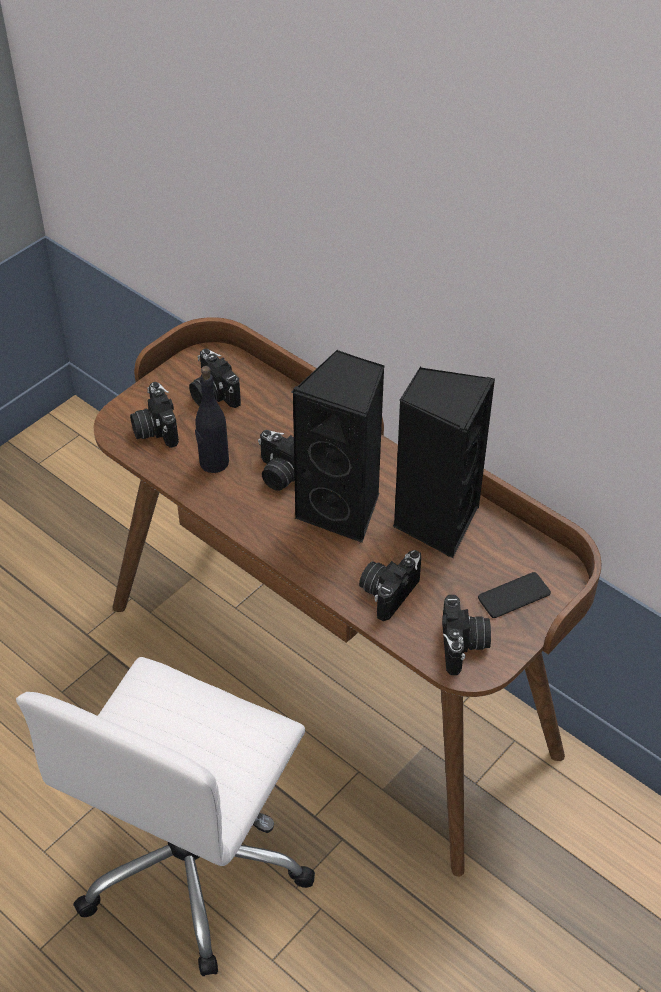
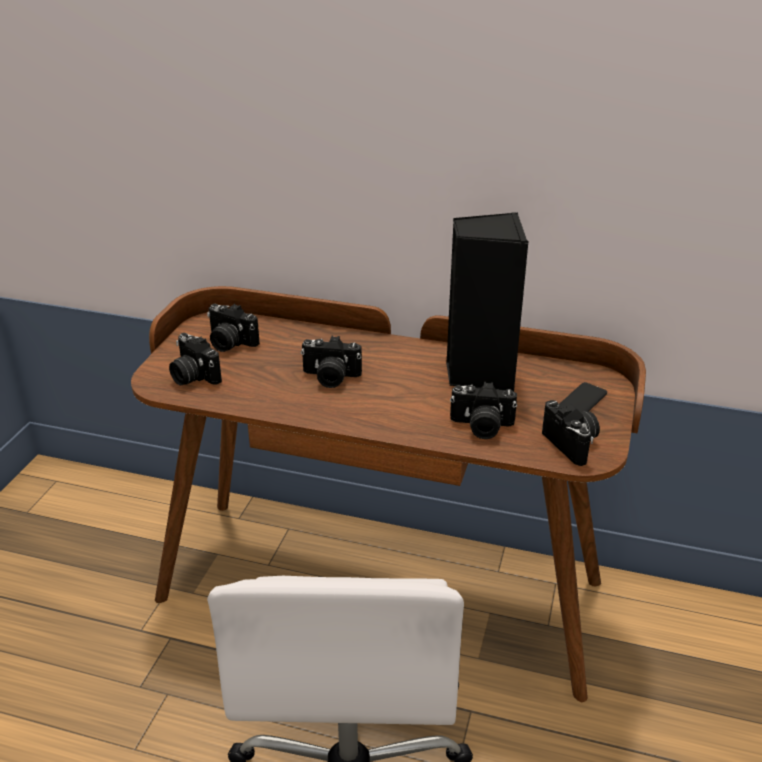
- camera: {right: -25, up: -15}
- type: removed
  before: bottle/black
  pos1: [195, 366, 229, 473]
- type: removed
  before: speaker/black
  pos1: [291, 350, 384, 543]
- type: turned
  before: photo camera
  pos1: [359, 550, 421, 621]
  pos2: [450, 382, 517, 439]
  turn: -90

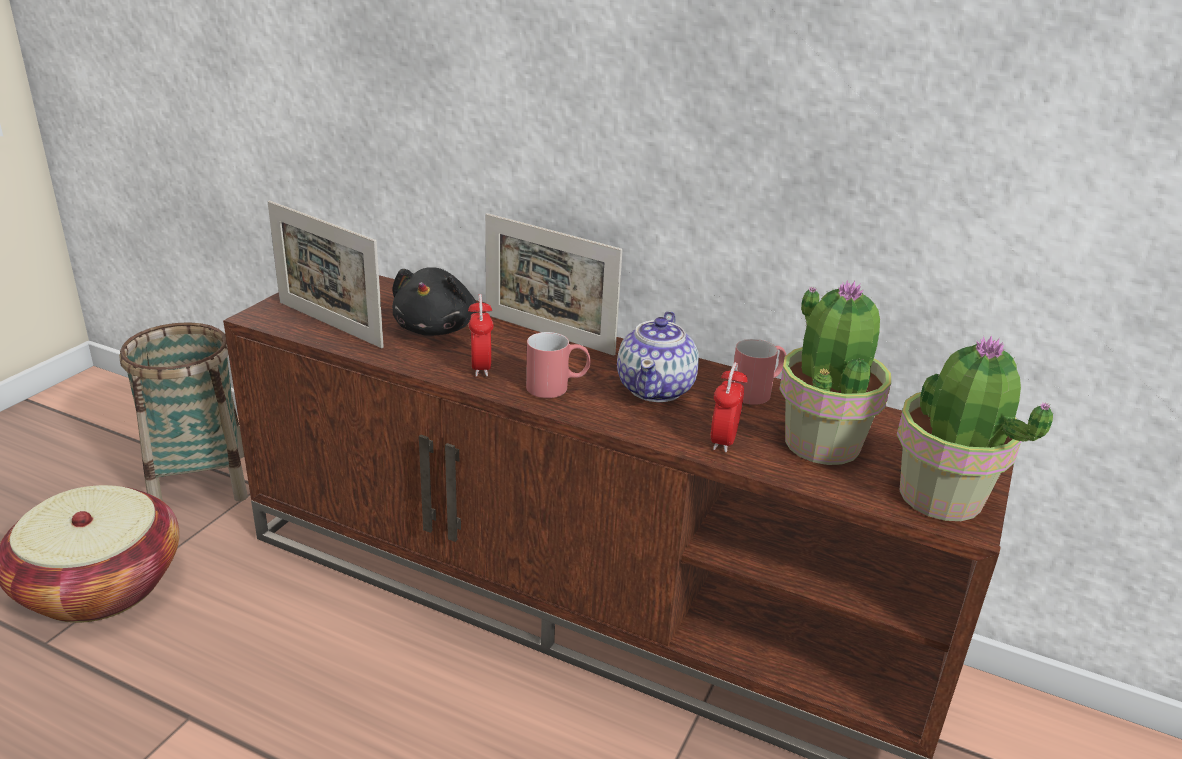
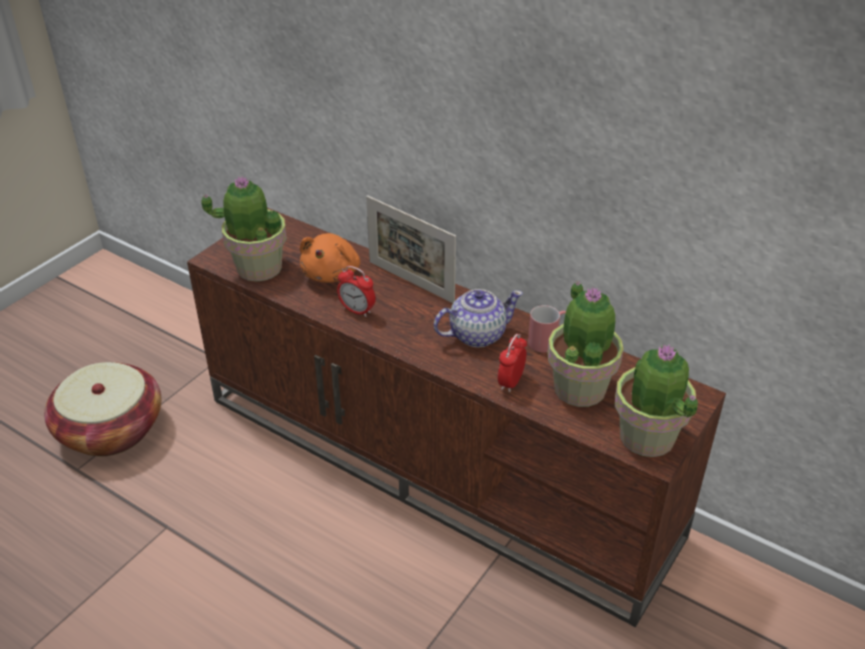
- camera: {right: 10, up: 10}
- type: removed
  before: basket
  pos1: [119, 322, 248, 501]
- type: removed
  before: mug/red
  pos1: [526, 332, 591, 398]
- type: replaced
  before: picture frame
  after: potted plant
  pos1: [268, 200, 384, 348]
  pos2: [201, 176, 287, 281]
- type: recoloured
  before: plush toy/black
  after: plush toy/orange
  pos1: [392, 267, 477, 336]
  pos2: [300, 233, 360, 283]
- type: turned
  before: alarm clock
  pos1: [468, 294, 494, 377]
  pos2: [337, 266, 376, 317]
  turn: 120
- type: turned
  before: teapot
  pos1: [617, 311, 699, 402]
  pos2: [434, 289, 523, 347]
  turn: -135

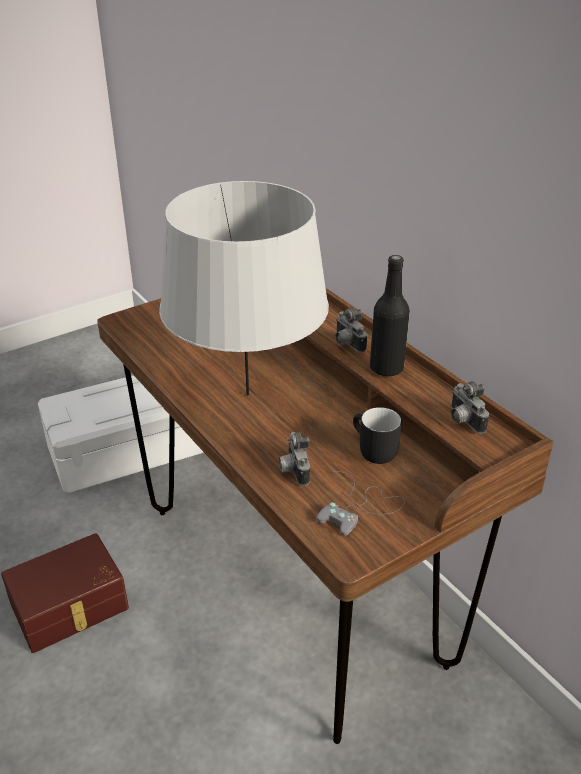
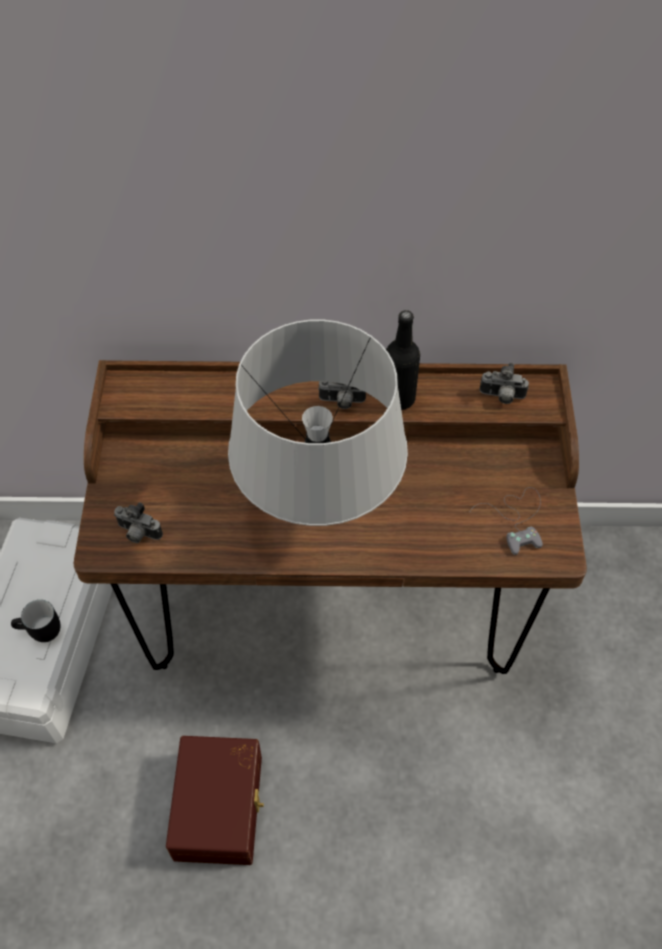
- camera: {right: -55, up: 20}
- type: moved
  before: photo camera
  pos1: [279, 432, 310, 486]
  pos2: [114, 502, 163, 543]
- type: moved
  before: mug/black
  pos1: [353, 407, 402, 464]
  pos2: [11, 600, 60, 642]

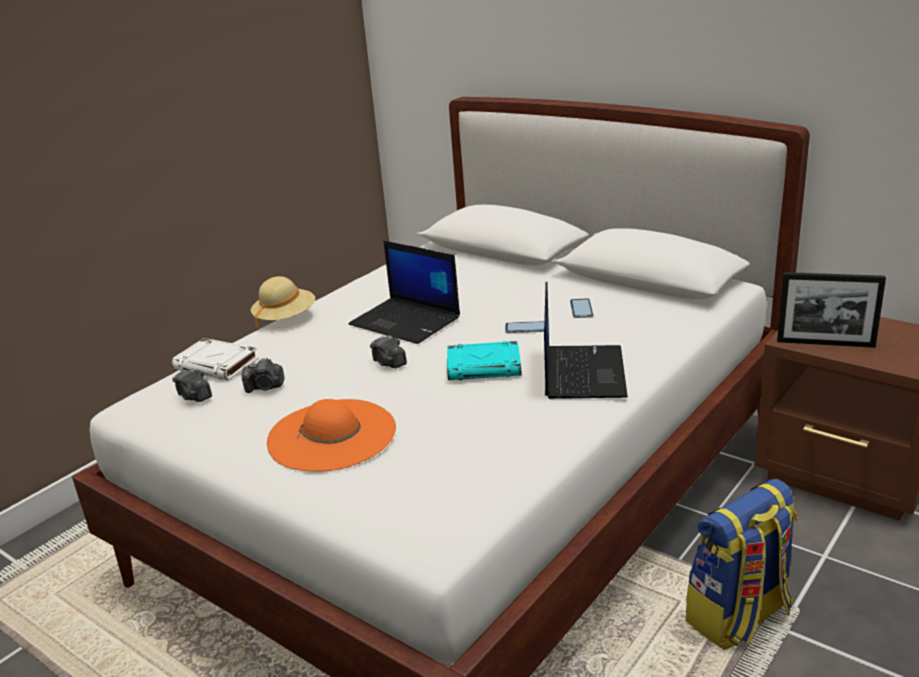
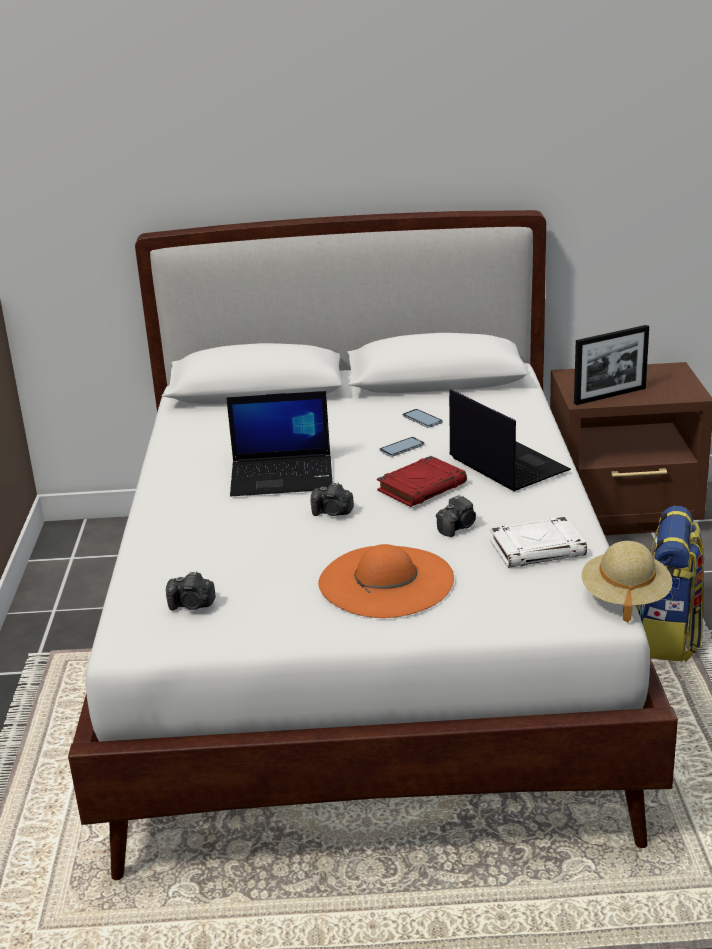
- camera: {right: -40, up: 0}
- type: moved
  before: book/white
  pos1: [171, 338, 259, 381]
  pos2: [490, 517, 587, 568]
- type: moved
  before: photo camera
  pos1: [241, 358, 285, 393]
  pos2: [436, 495, 476, 537]
- type: moved
  before: hat/beige
  pos1: [251, 276, 315, 330]
  pos2: [582, 541, 673, 623]
- type: recoloured
  before: book/turquoise
  after: book/red
  pos1: [447, 341, 522, 380]
  pos2: [377, 456, 467, 507]

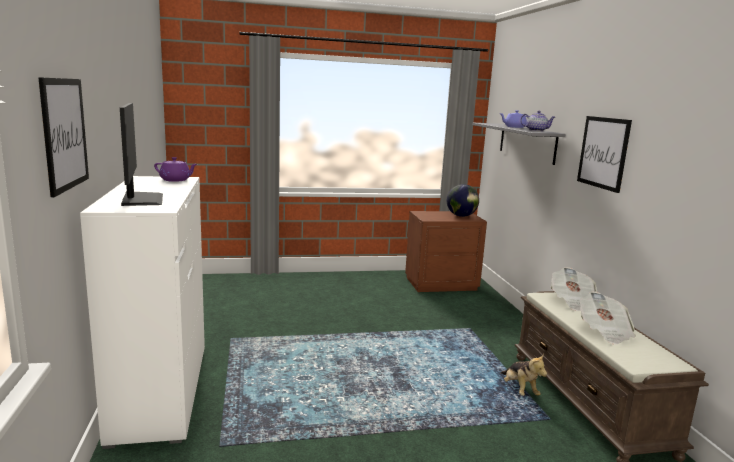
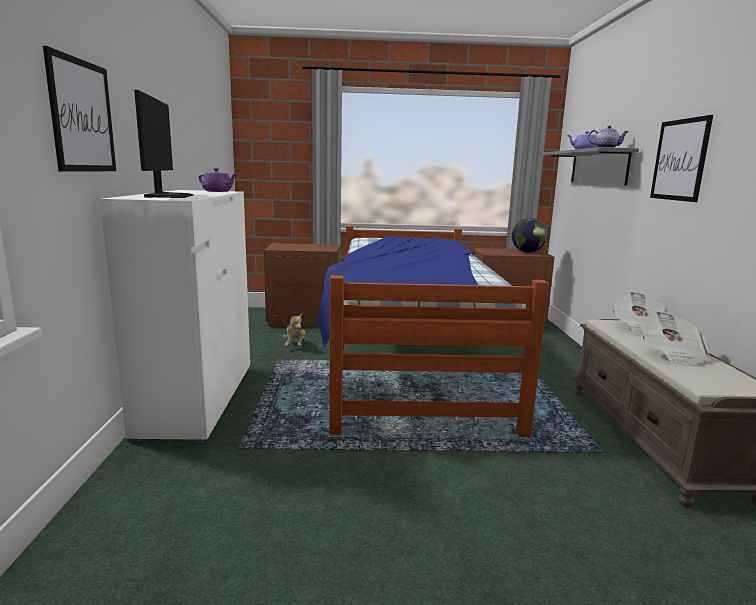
- camera: {right: 10, up: 0}
- type: added
  after: nightstand/brown
  pos2: [264, 243, 339, 327]
- type: added
  after: bed
  pos2: [317, 226, 549, 437]
- type: moved
  before: plush toy
  pos1: [501, 354, 547, 396]
  pos2: [283, 313, 305, 347]

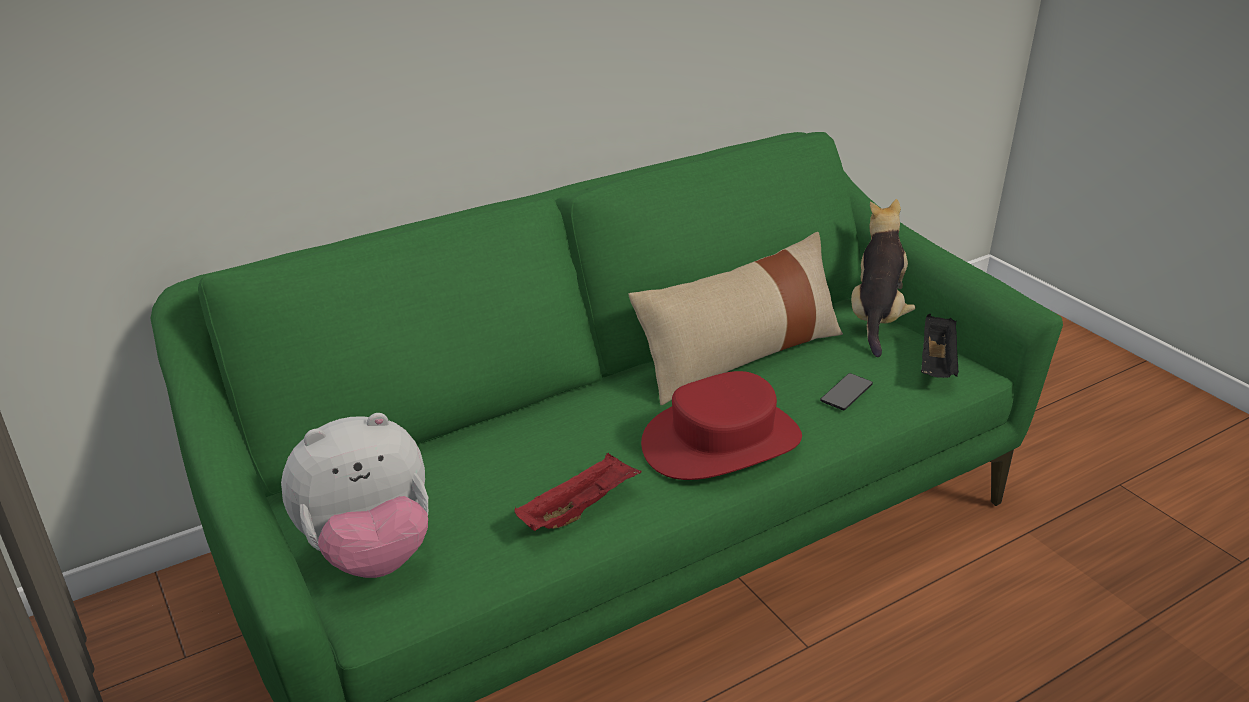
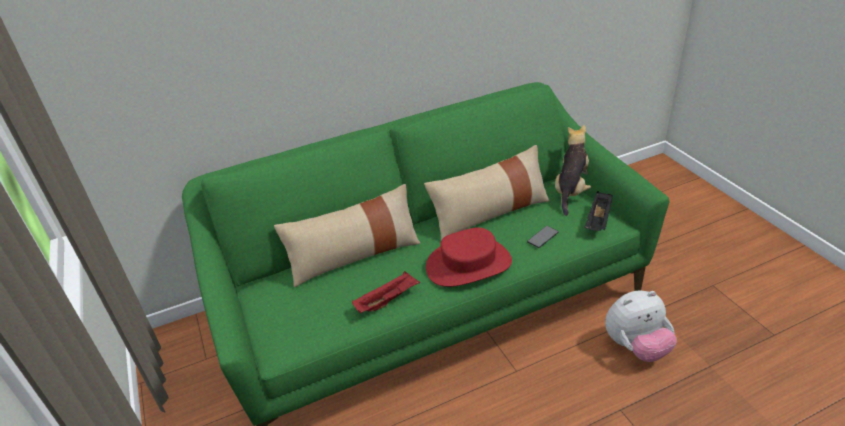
- camera: {right: 10, up: 5}
- type: added
  after: pillow/beige
  pos2: [274, 184, 421, 287]
- type: moved
  before: plush toy
  pos1: [281, 413, 428, 578]
  pos2: [605, 290, 677, 362]

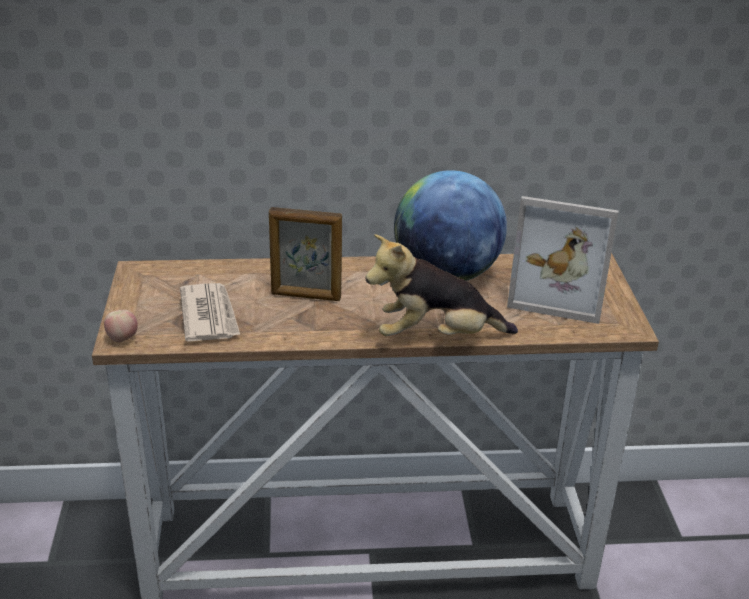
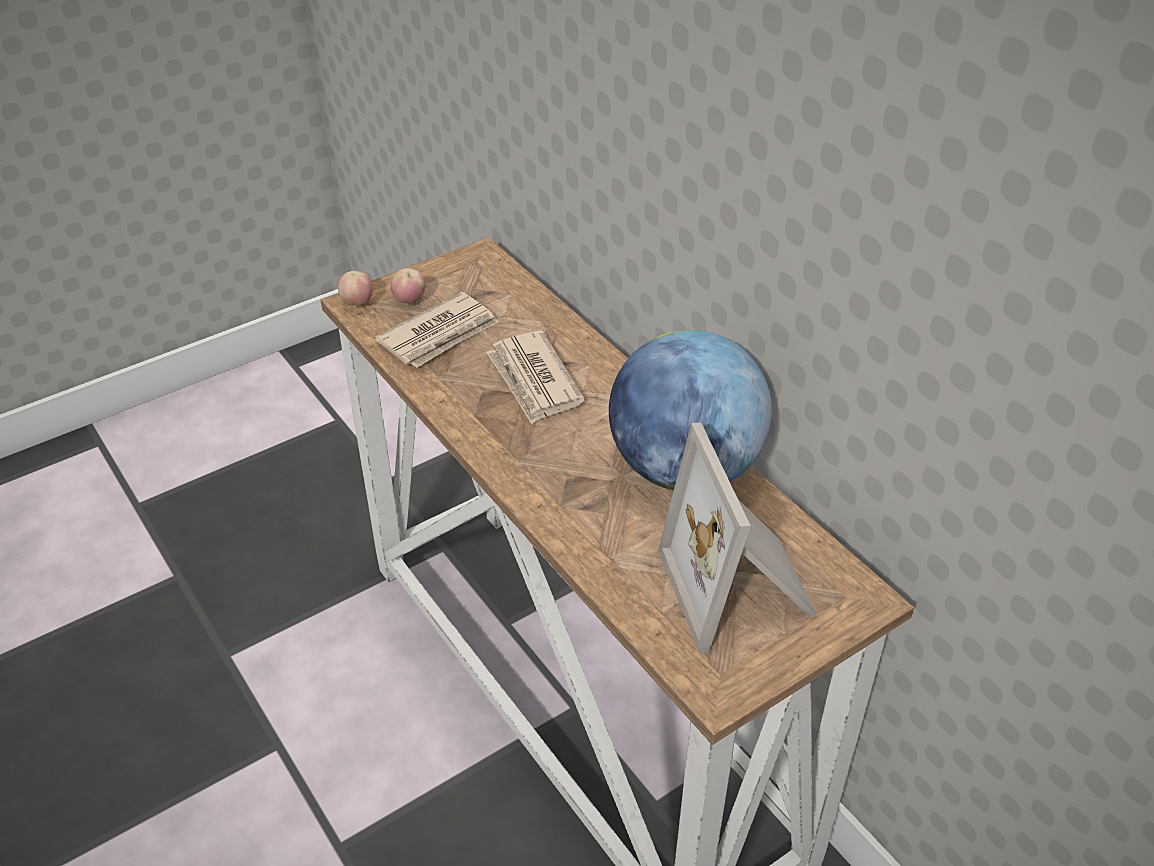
- camera: {right: 60, up: 10}
- type: removed
  before: plush toy
  pos1: [365, 234, 518, 336]
- type: added
  after: apple
  pos2: [391, 268, 426, 304]
- type: replaced
  before: picture frame
  after: newspaper
  pos1: [269, 207, 342, 301]
  pos2: [486, 331, 585, 424]

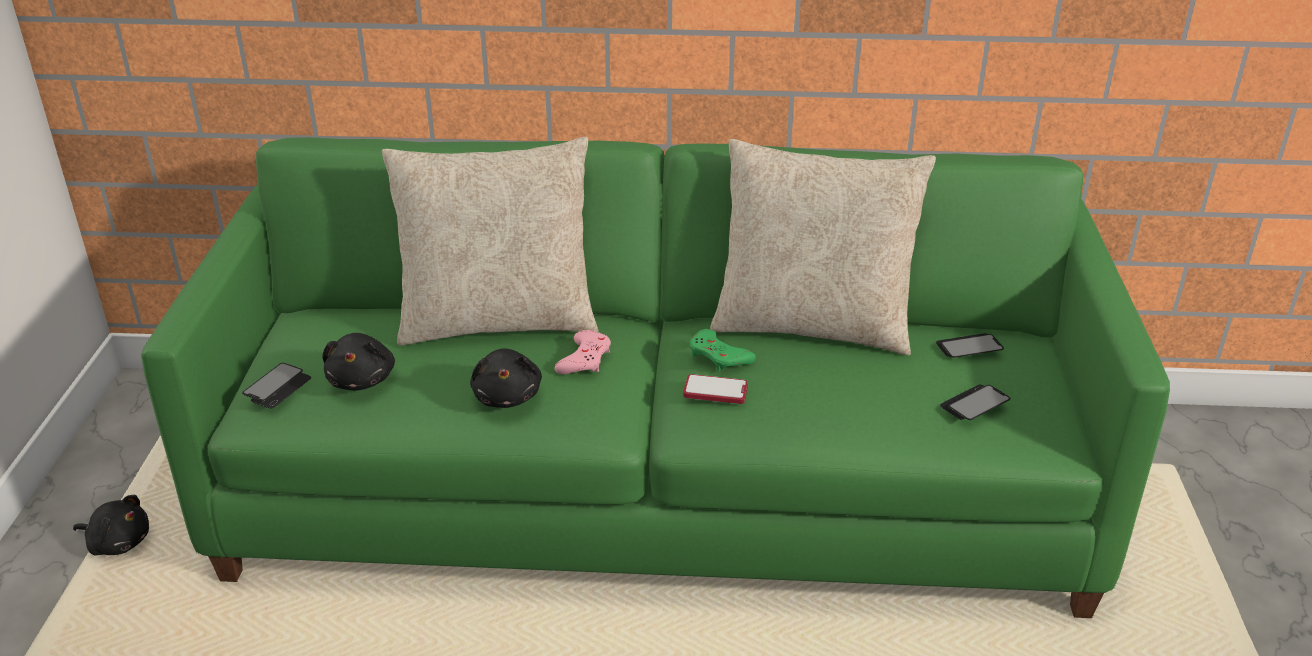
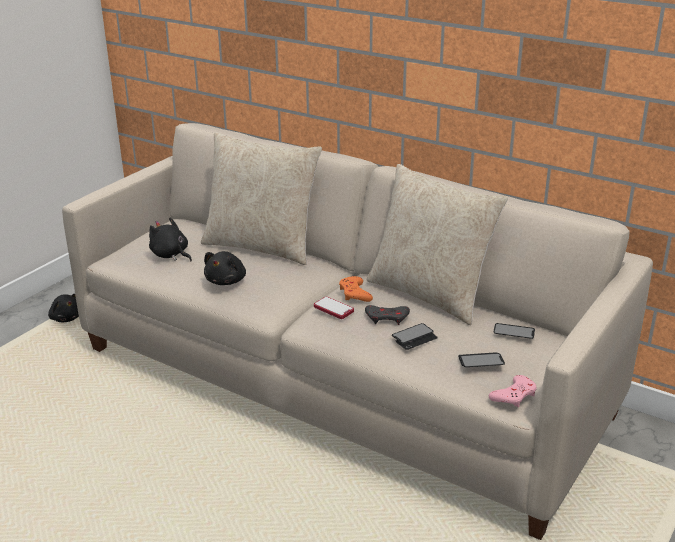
- camera: {right: 30, up: -5}
- type: added
  after: game controller/grey
  pos2: [365, 305, 410, 325]
- type: moved
  before: phone
  pos1: [242, 363, 311, 408]
  pos2: [392, 323, 437, 350]
- type: moved
  before: game controller/pink
  pos1: [555, 330, 611, 374]
  pos2: [489, 375, 537, 407]
- type: recoloured
  before: sofa/green
  after: sofa/beige
  pos1: [141, 137, 1170, 618]
  pos2: [62, 123, 653, 540]
- type: recoloured
  before: game controller/green
  after: game controller/orange
  pos1: [690, 329, 756, 372]
  pos2: [339, 276, 373, 302]
- type: turned
  before: plush toy/black
  pos1: [322, 333, 395, 390]
  pos2: [149, 218, 192, 262]
  turn: 105

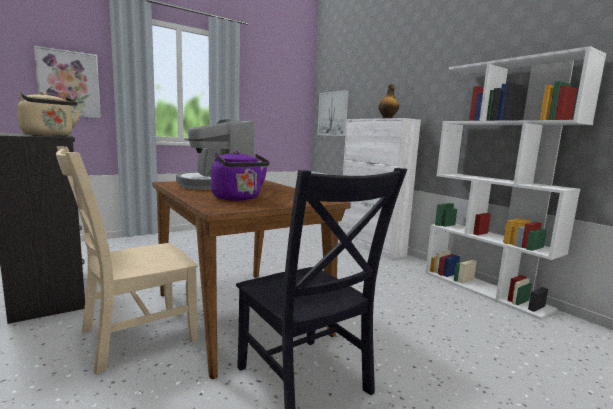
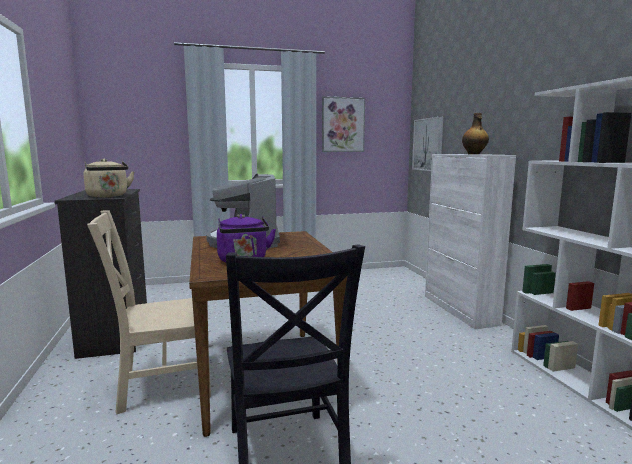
- camera: {right: 20, up: 0}
- type: moved
  before: picture
  pos1: [34, 46, 101, 118]
  pos2: [322, 96, 365, 152]

